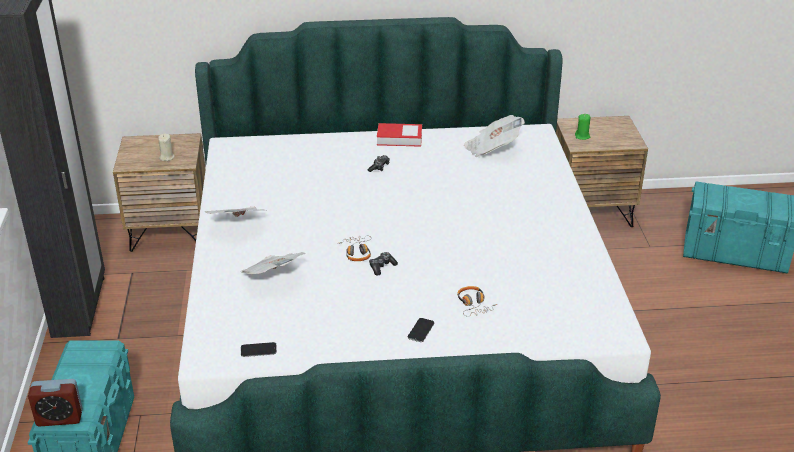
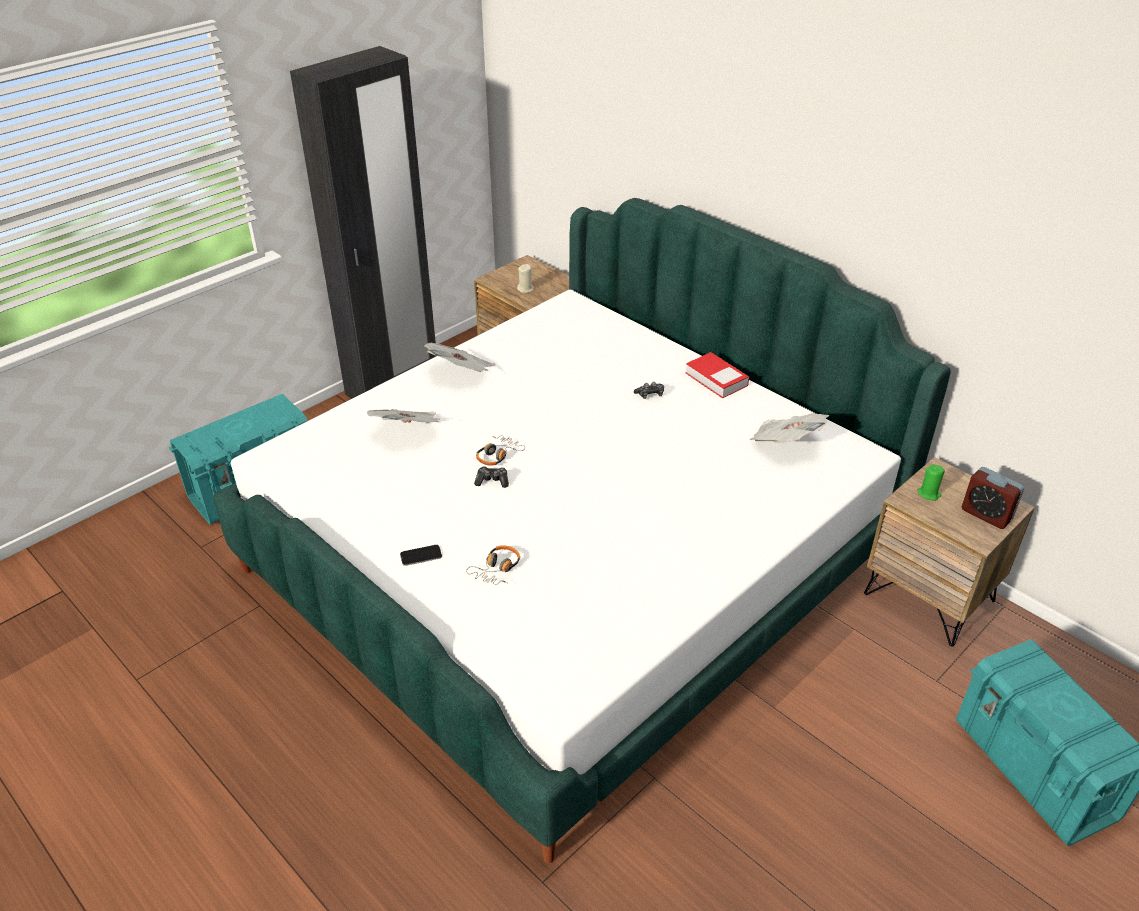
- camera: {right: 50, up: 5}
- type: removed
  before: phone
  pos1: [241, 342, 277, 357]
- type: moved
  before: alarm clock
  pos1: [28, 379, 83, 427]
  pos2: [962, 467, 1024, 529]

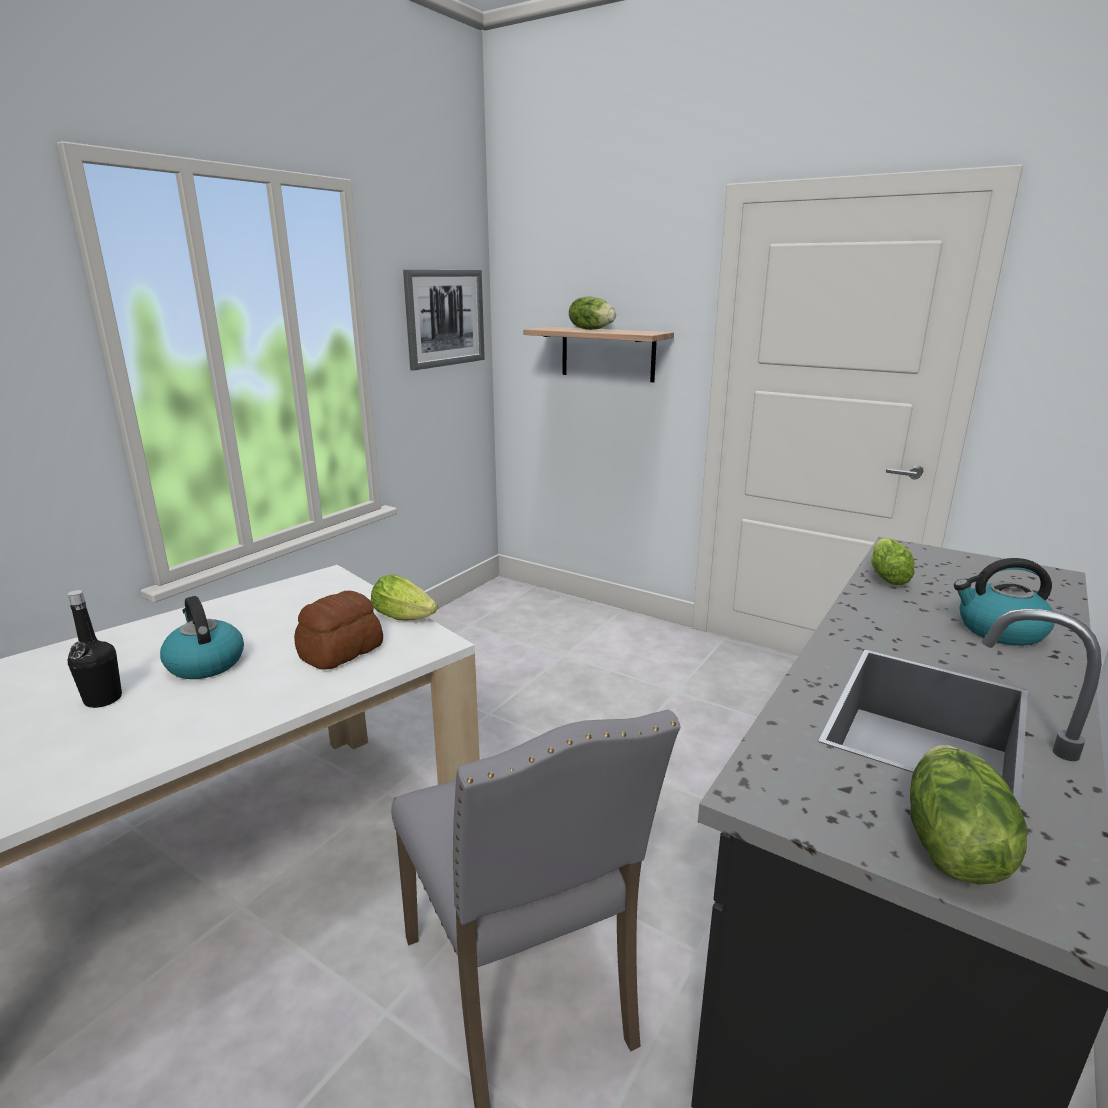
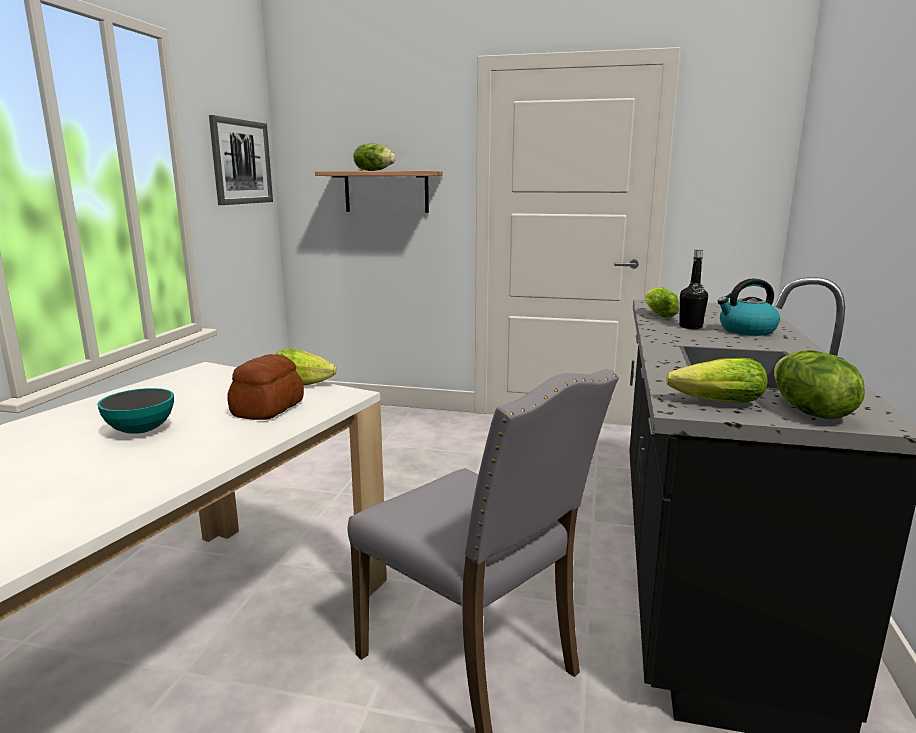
- camera: {right: -20, up: -5}
- type: added
  after: lettuce
  pos2: [666, 358, 768, 403]
- type: moved
  before: bottle/black
  pos1: [67, 590, 122, 708]
  pos2: [679, 250, 708, 329]
- type: replaced
  before: kettle
  after: bowl
  pos1: [160, 596, 244, 679]
  pos2: [97, 388, 174, 434]

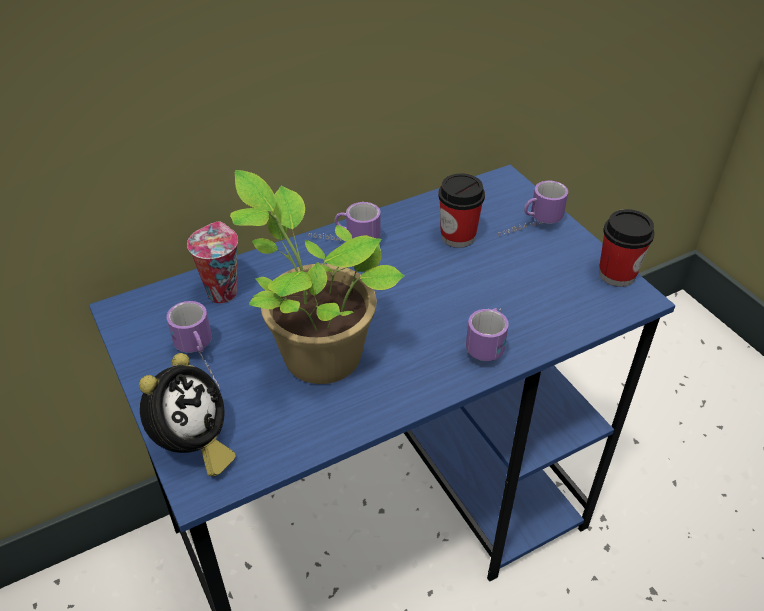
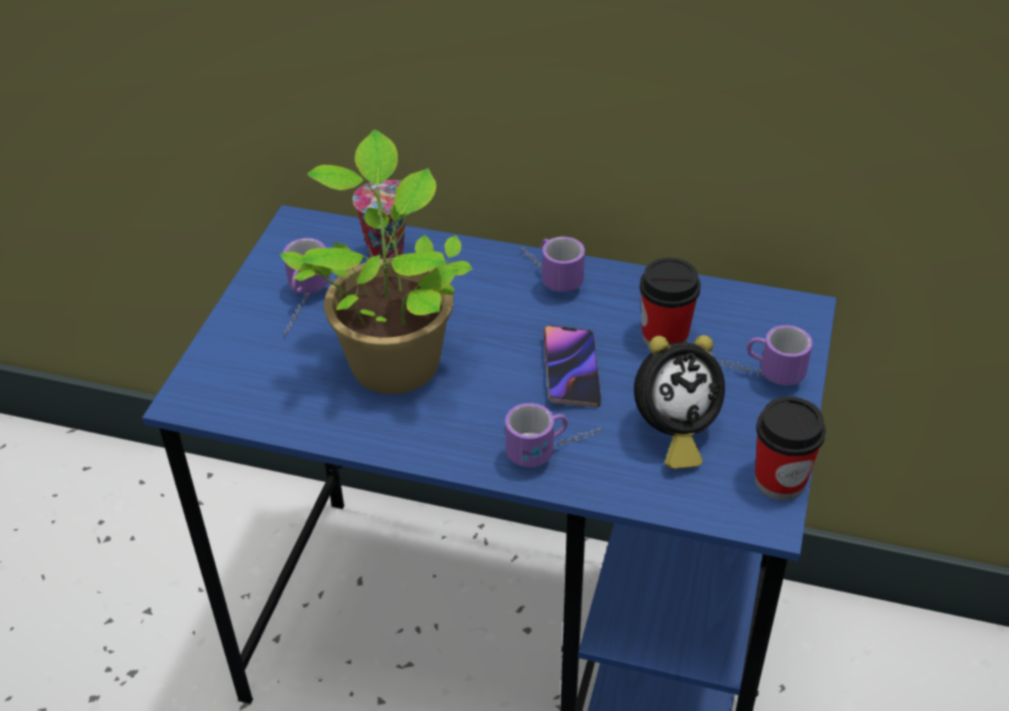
- camera: {right: 45, up: 0}
- type: added
  after: phone
  pos2: [543, 325, 601, 408]
- type: moved
  before: alarm clock
  pos1: [139, 353, 236, 476]
  pos2: [634, 335, 725, 469]

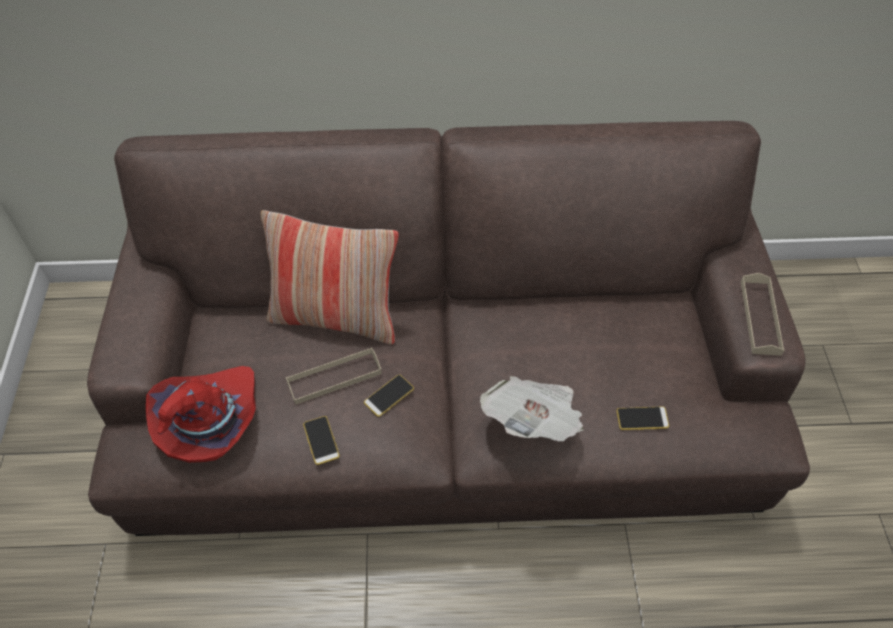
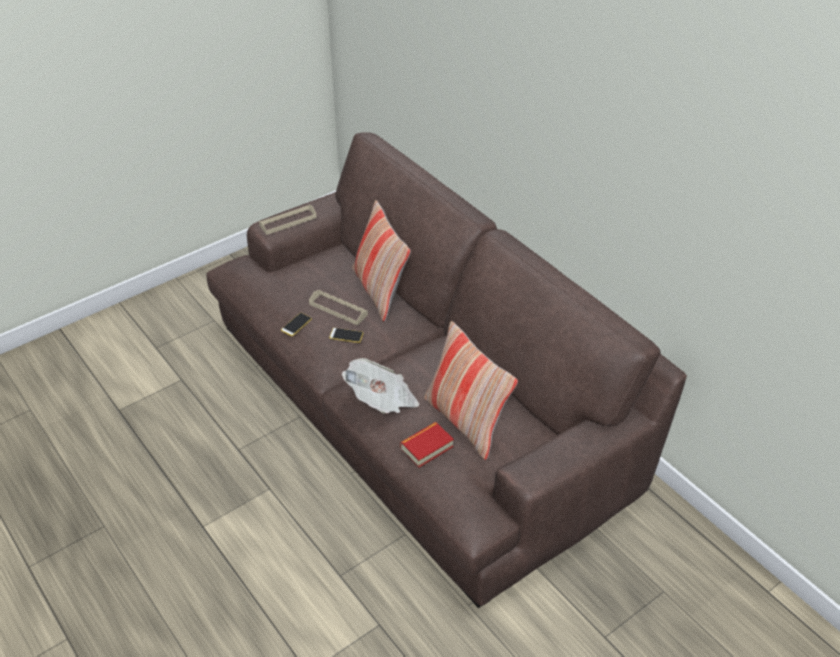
- camera: {right: 55, up: -10}
- type: removed
  before: hat/red
  pos1: [146, 366, 256, 463]
- type: added
  after: pillow
  pos2: [424, 321, 518, 460]
- type: moved
  before: tray/beige
  pos1: [741, 273, 784, 356]
  pos2: [259, 205, 317, 235]
- type: replaced
  before: phone
  after: book
  pos1: [616, 406, 669, 430]
  pos2: [400, 422, 454, 468]

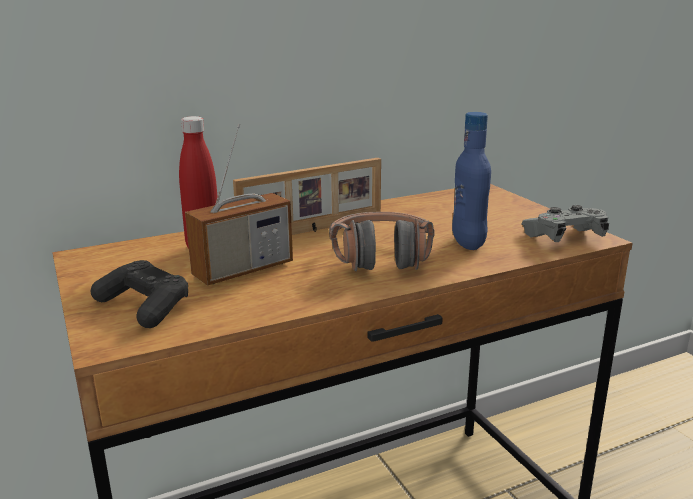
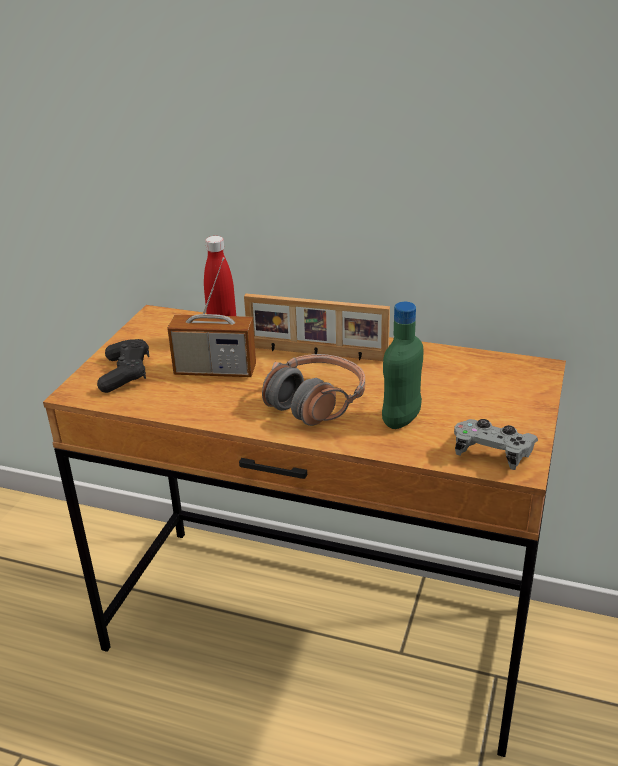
- camera: {right: 45, up: 10}
- type: recoloured
  before: bottle/blue
  after: bottle/green
  pos1: [452, 112, 491, 250]
  pos2: [382, 302, 424, 429]

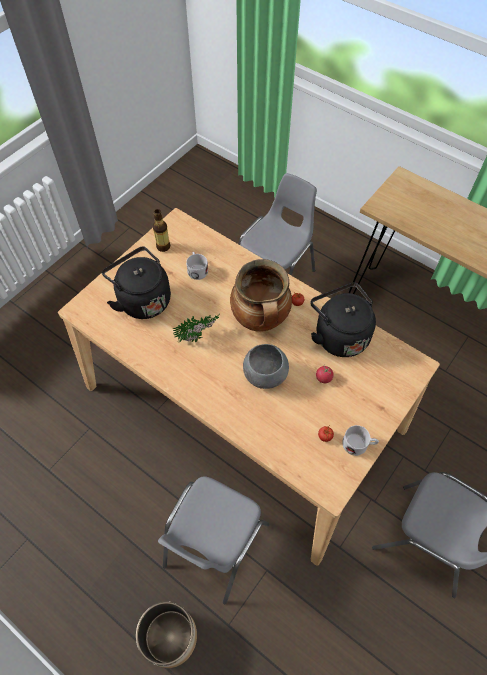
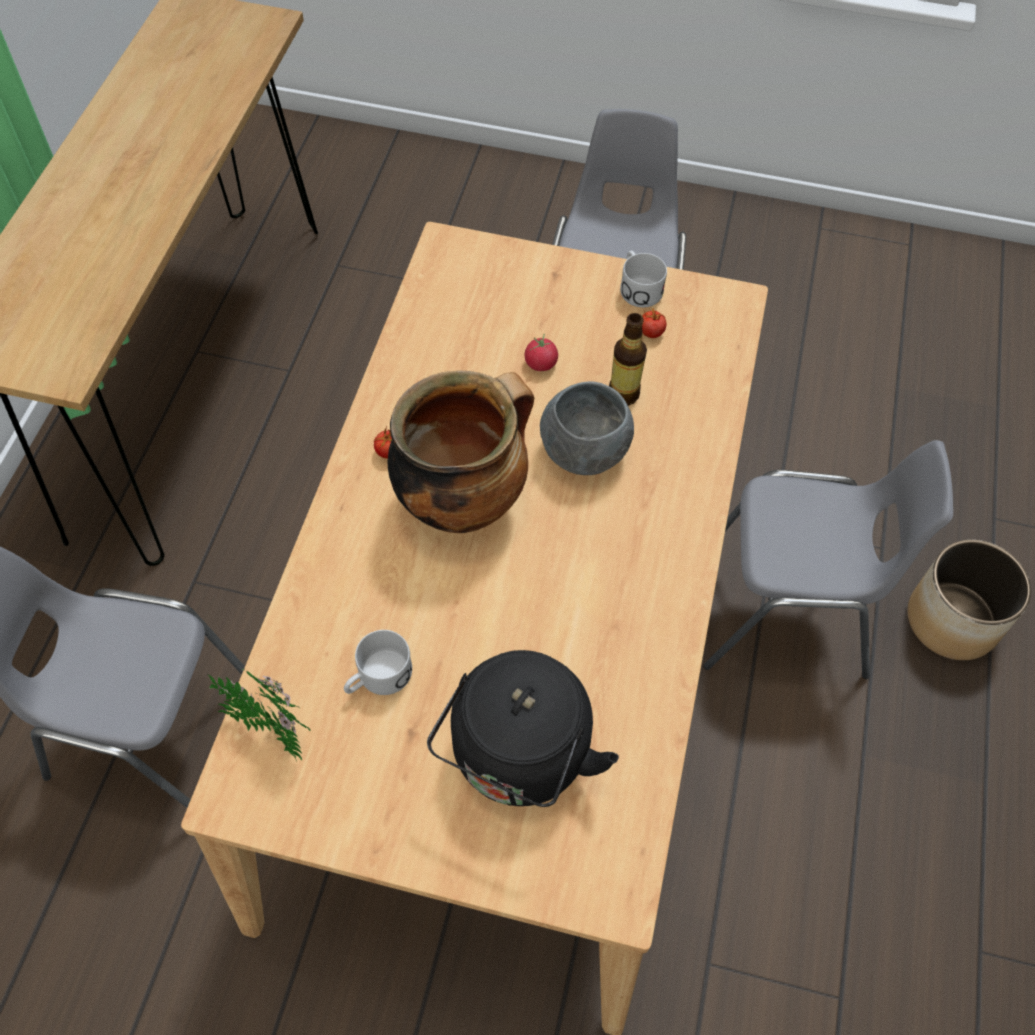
- camera: {right: -115, up: 0}
- type: removed
  before: kettle/black
  pos1: [310, 282, 376, 357]
- type: moved
  before: bottle
  pos1: [153, 209, 170, 252]
  pos2: [609, 313, 647, 406]
- type: moved
  before: potted plant
  pos1: [172, 314, 219, 343]
  pos2: [208, 669, 310, 762]

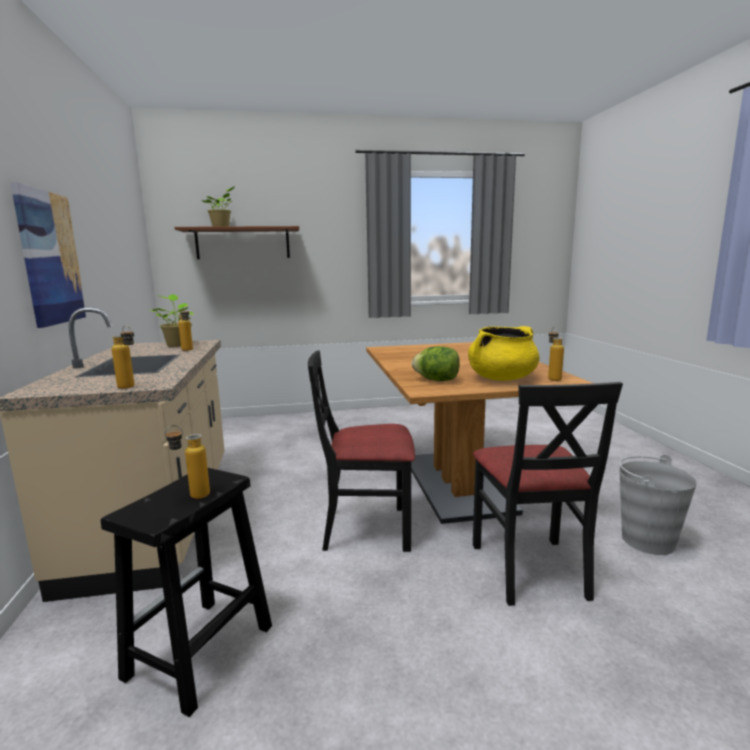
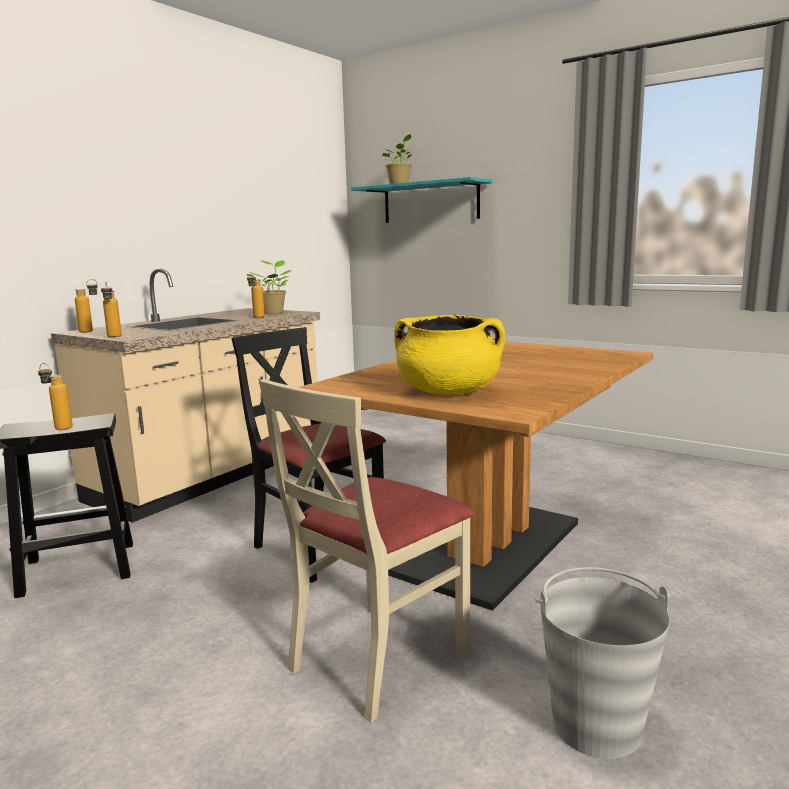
- camera: {right: 45, up: 0}
- type: removed
  before: picture
  pos1: [10, 182, 87, 328]
- type: removed
  before: lettuce
  pos1: [412, 346, 460, 381]
- type: moved
  before: bottle
  pos1: [548, 327, 564, 381]
  pos2: [75, 279, 98, 333]
- type: recoloured
  before: shelf/brown
  after: shelf/turquoise
  pos1: [174, 226, 299, 259]
  pos2: [351, 177, 492, 223]
- type: recoloured
  before: chair/black
  after: chair/beige
  pos1: [473, 382, 623, 606]
  pos2: [259, 379, 475, 723]

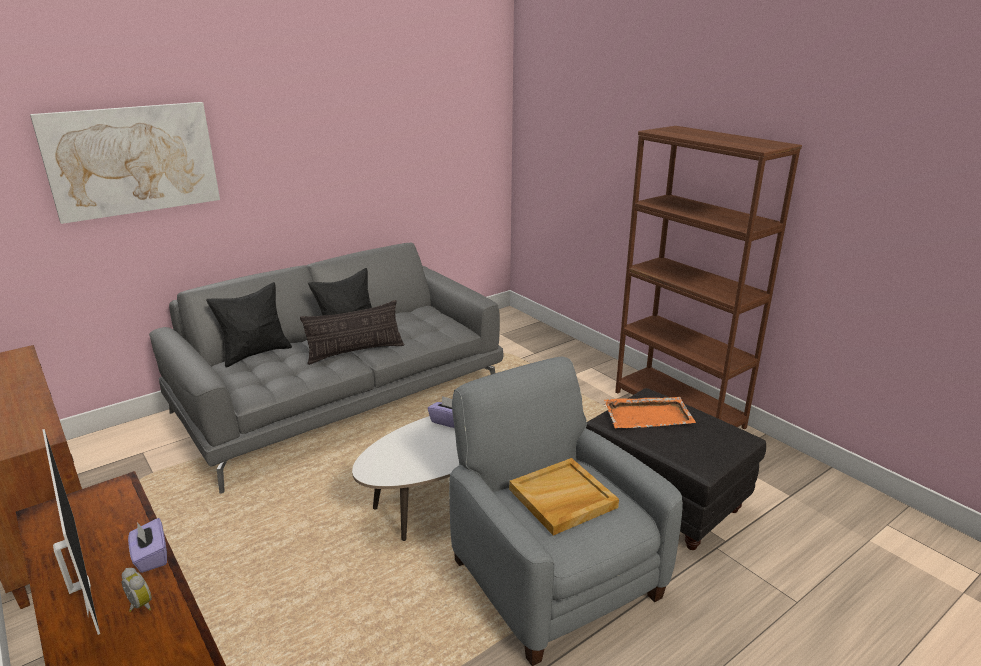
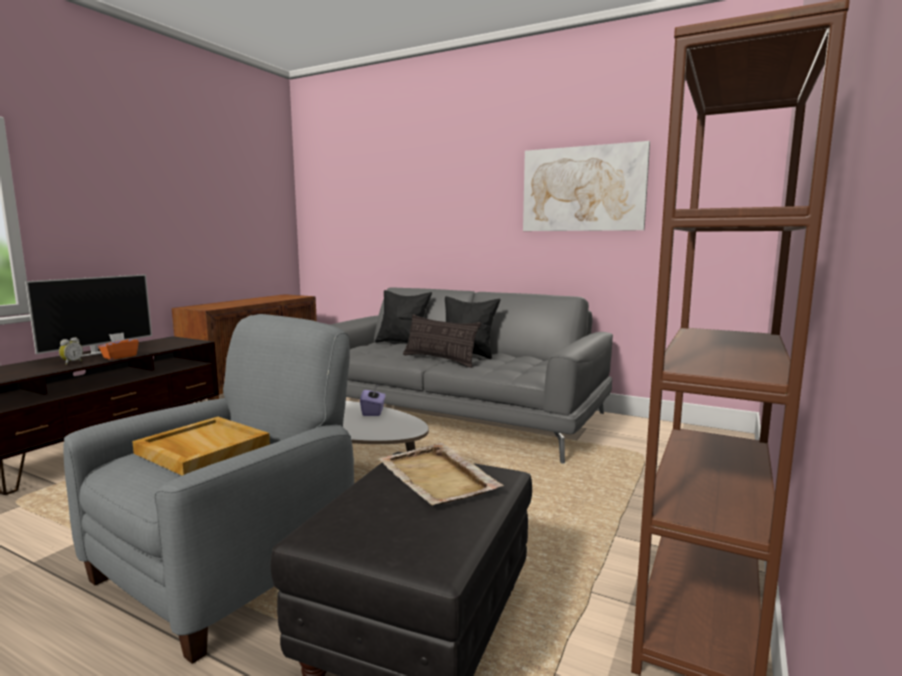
- camera: {right: 65, up: -15}
- type: moved
  before: picture
  pos1: [30, 102, 220, 224]
  pos2: [523, 141, 650, 231]
- type: recoloured
  before: tissue box/purple
  after: tissue box/orange
  pos1: [128, 518, 167, 573]
  pos2: [99, 332, 139, 360]
- type: recoloured
  before: tray/orange
  after: tray/beige
  pos1: [604, 397, 696, 428]
  pos2: [378, 443, 504, 505]

